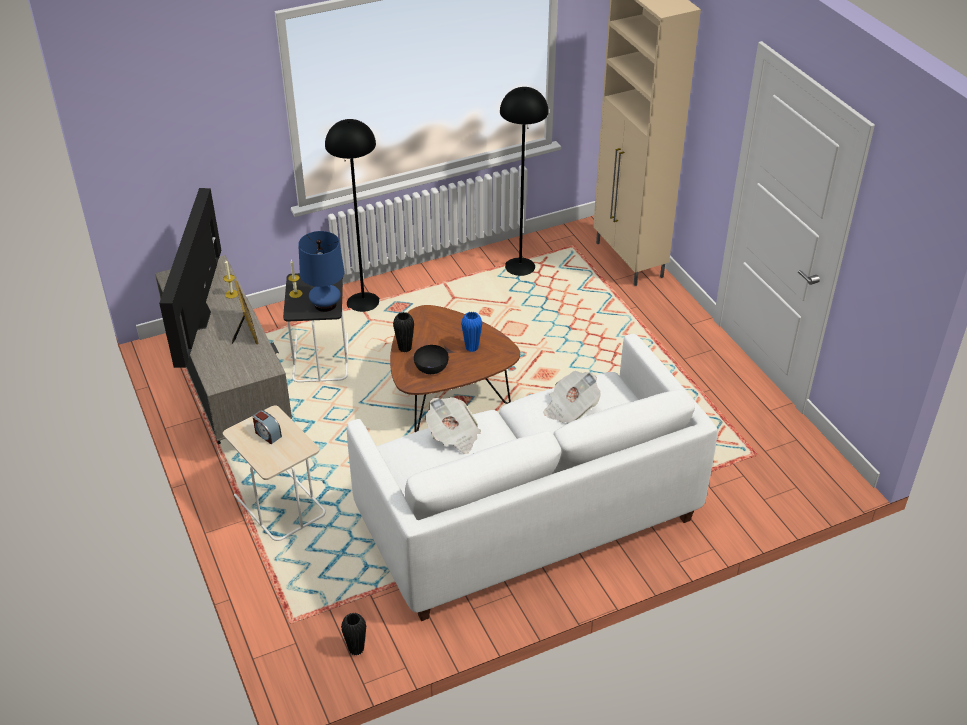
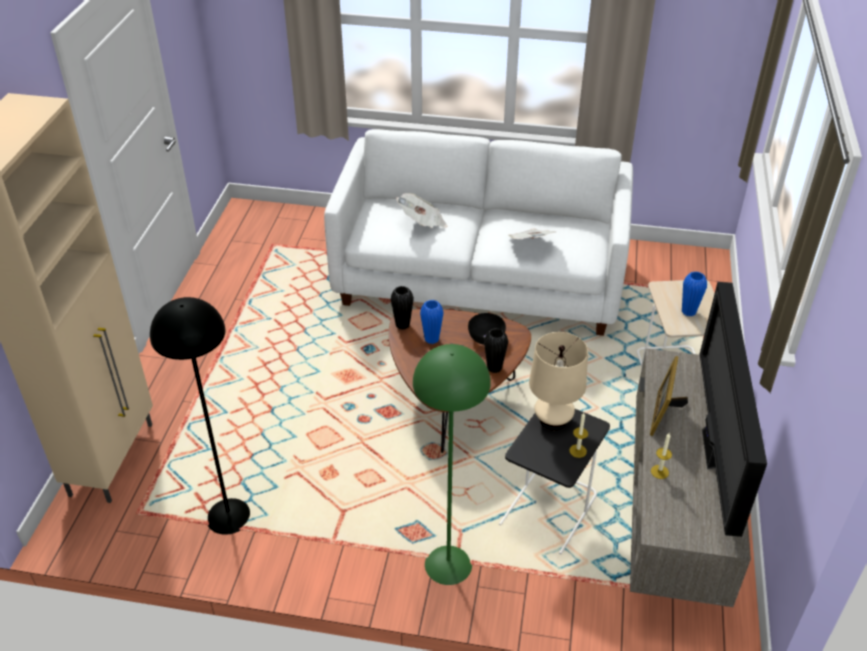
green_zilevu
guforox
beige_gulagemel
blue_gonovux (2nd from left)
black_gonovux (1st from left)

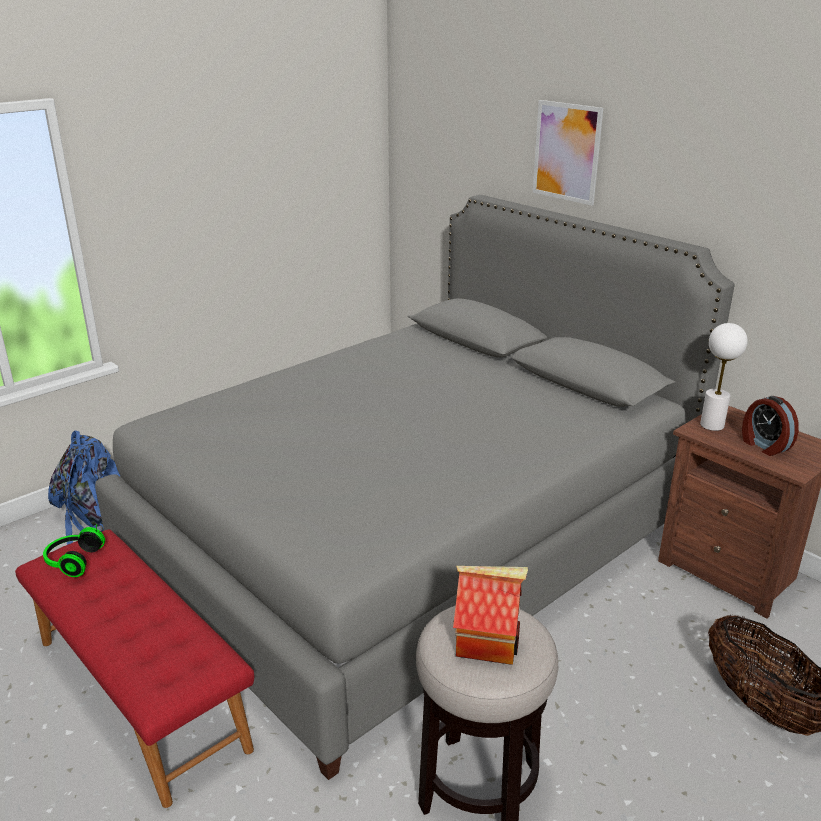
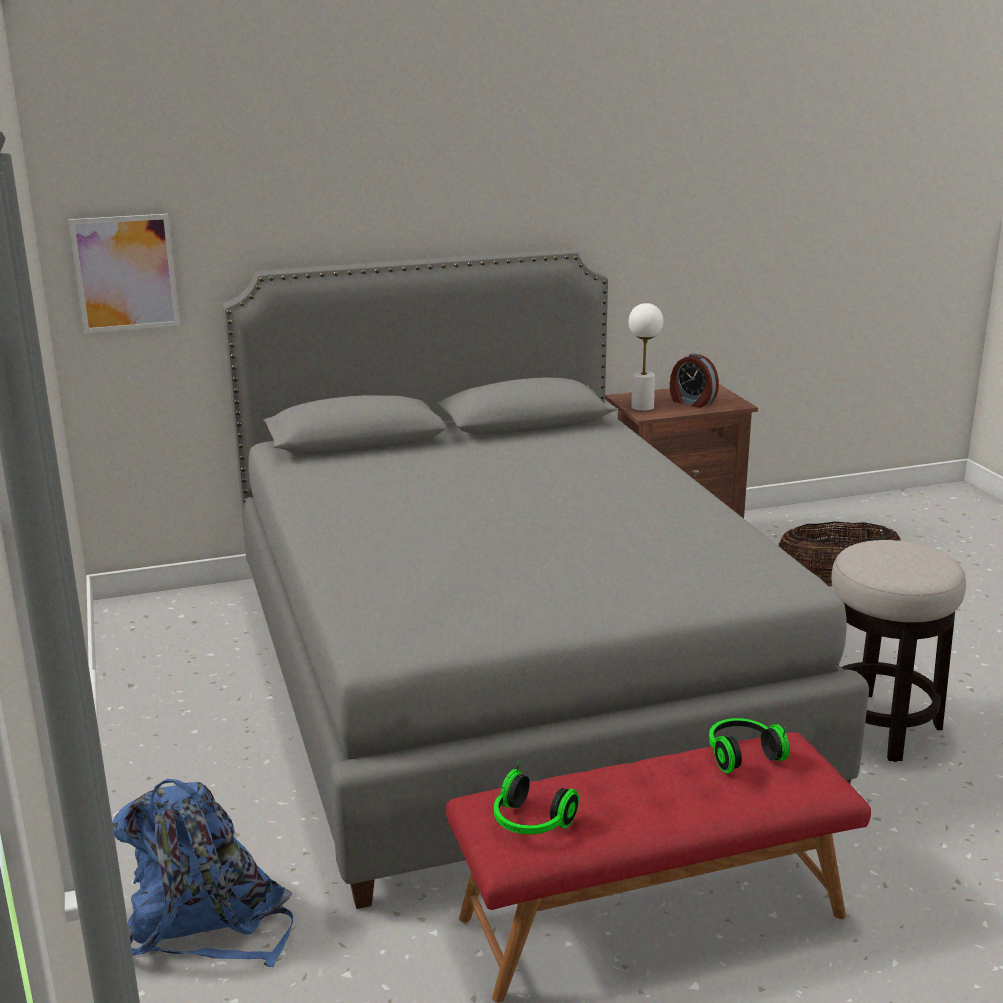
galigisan
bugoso
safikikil
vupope (2nd from left)

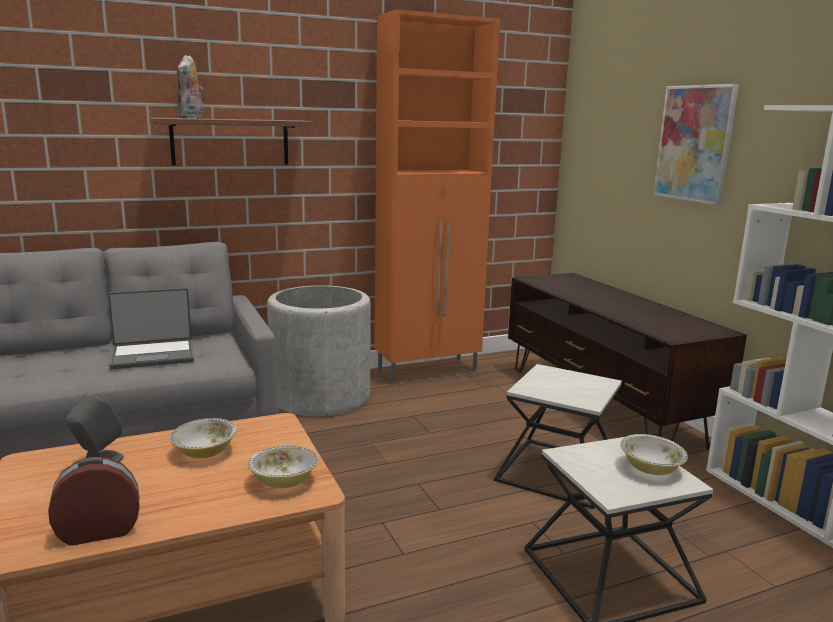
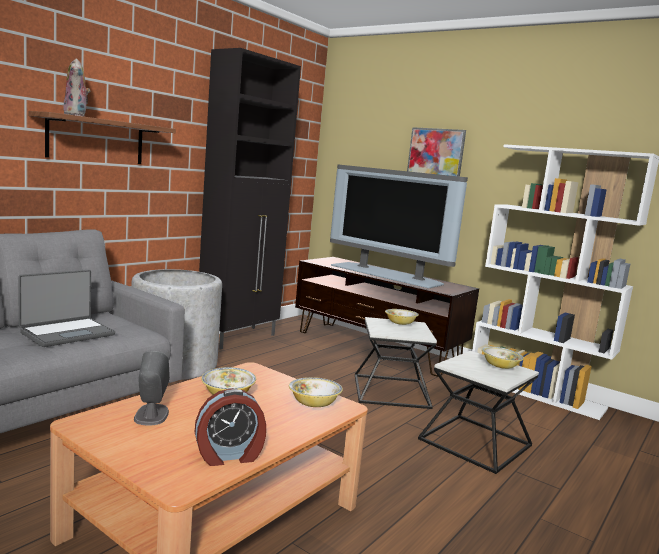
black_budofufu
bugoso
guforox
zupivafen (3rd from left)

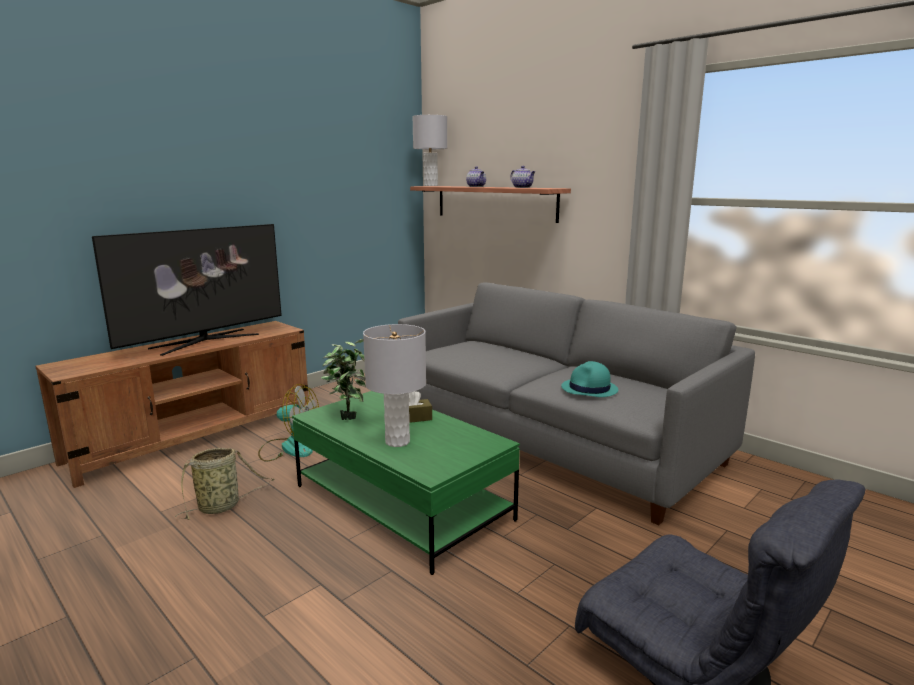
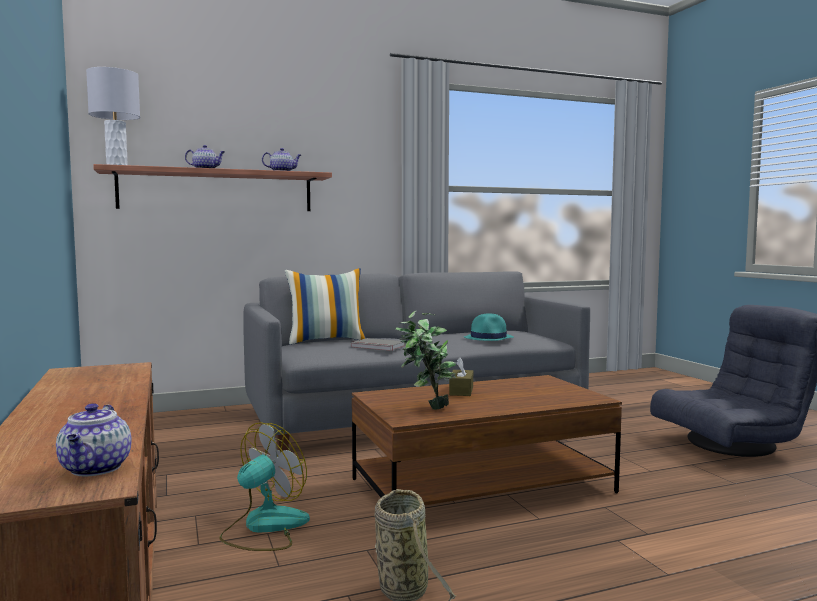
guforox
grey_gulagemel (1st from left in the first image)
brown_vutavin
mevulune
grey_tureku
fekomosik (1st from left)

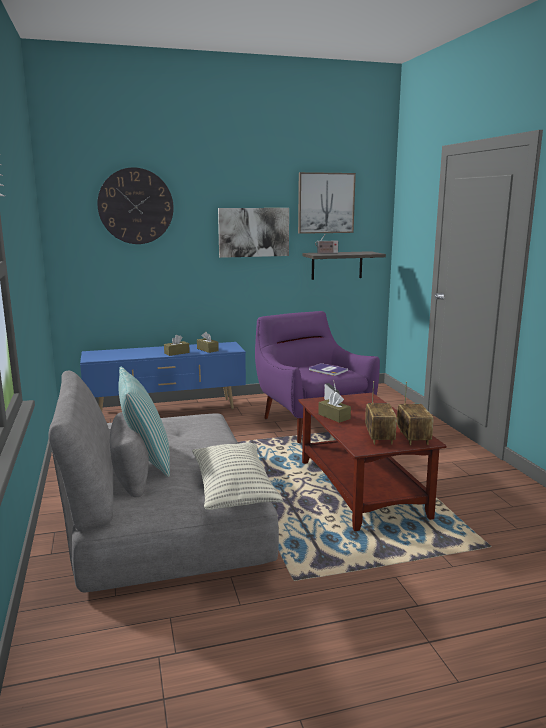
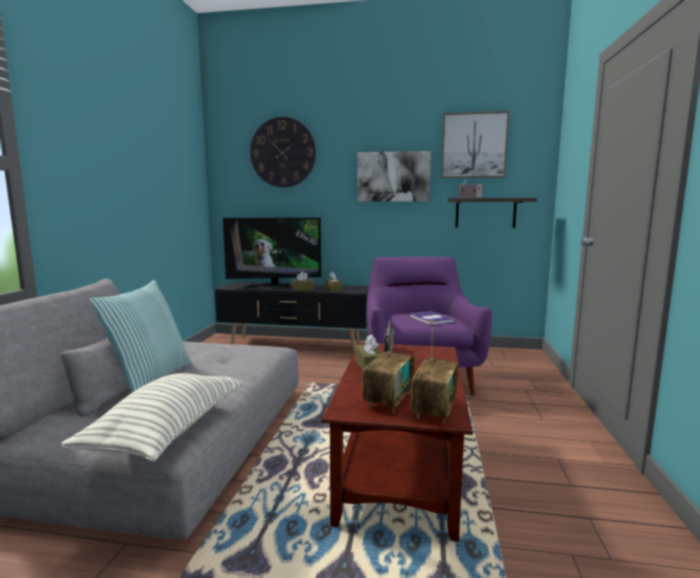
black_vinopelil
guforox

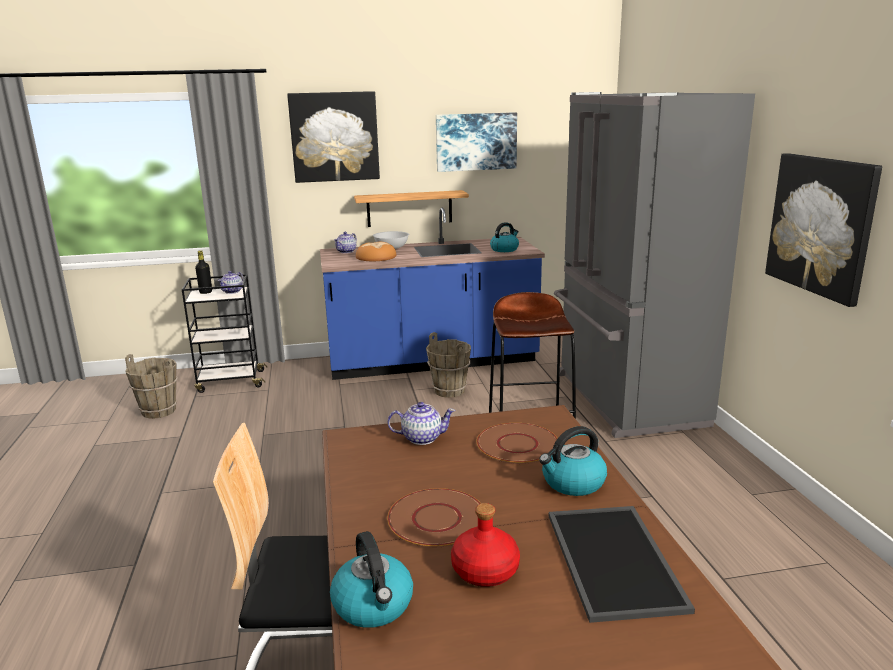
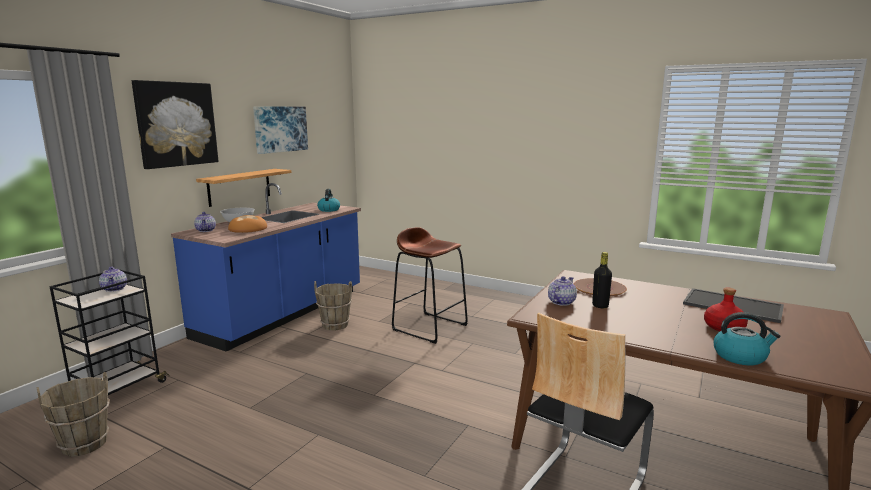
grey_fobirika
galigisan (3rd from left in the first image)
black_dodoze
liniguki (3rd from left in the first image)
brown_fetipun (1st from left in the first image)

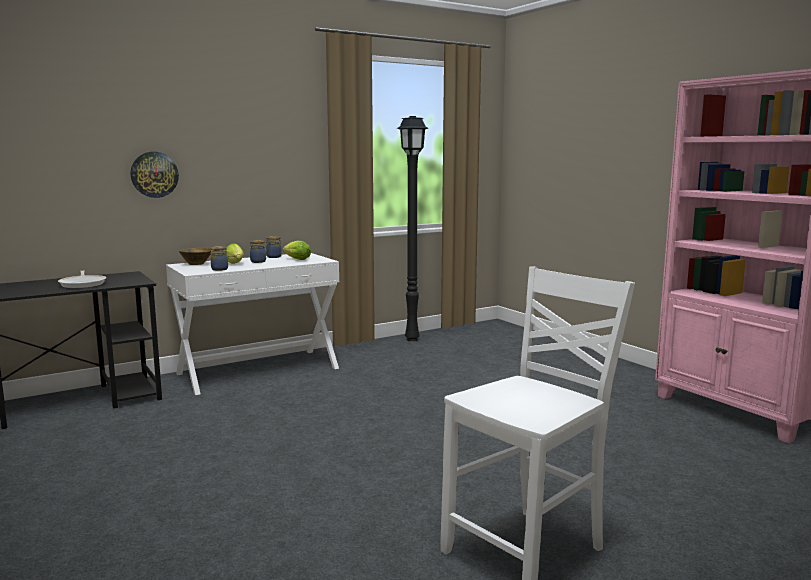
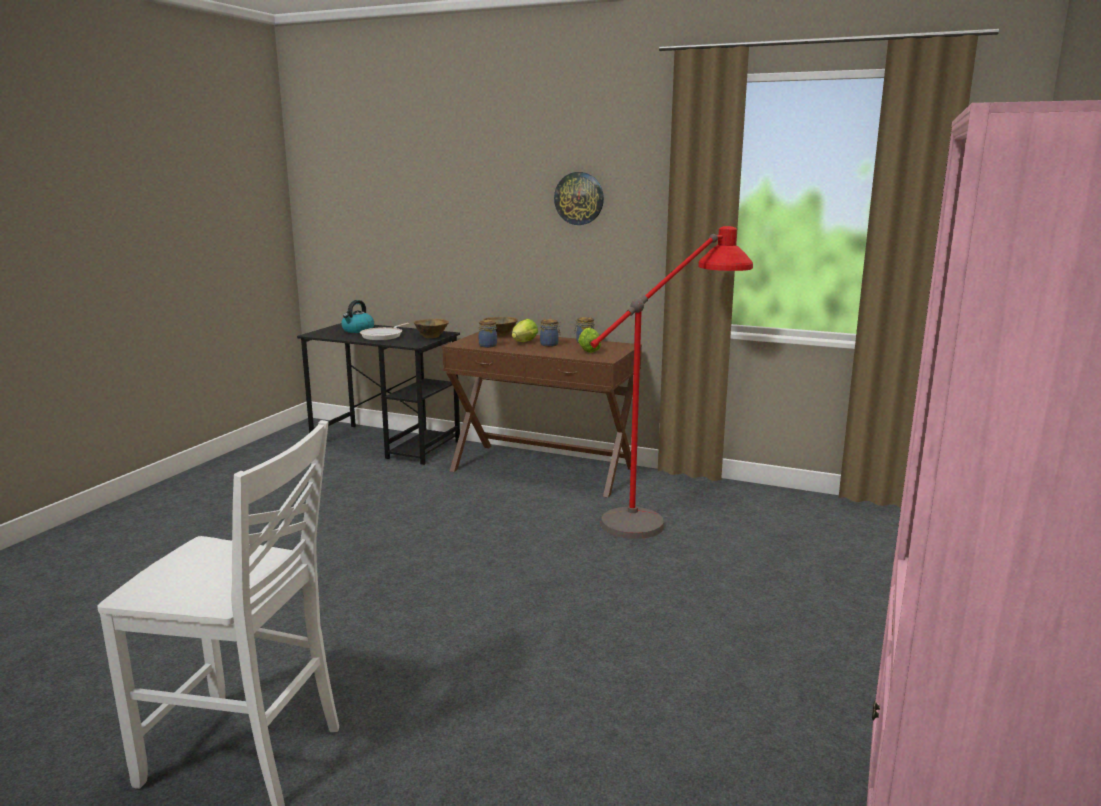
black_zilevu
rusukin
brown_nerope
red_zilevu
liniguki
brown_zupivafen (1st from left)

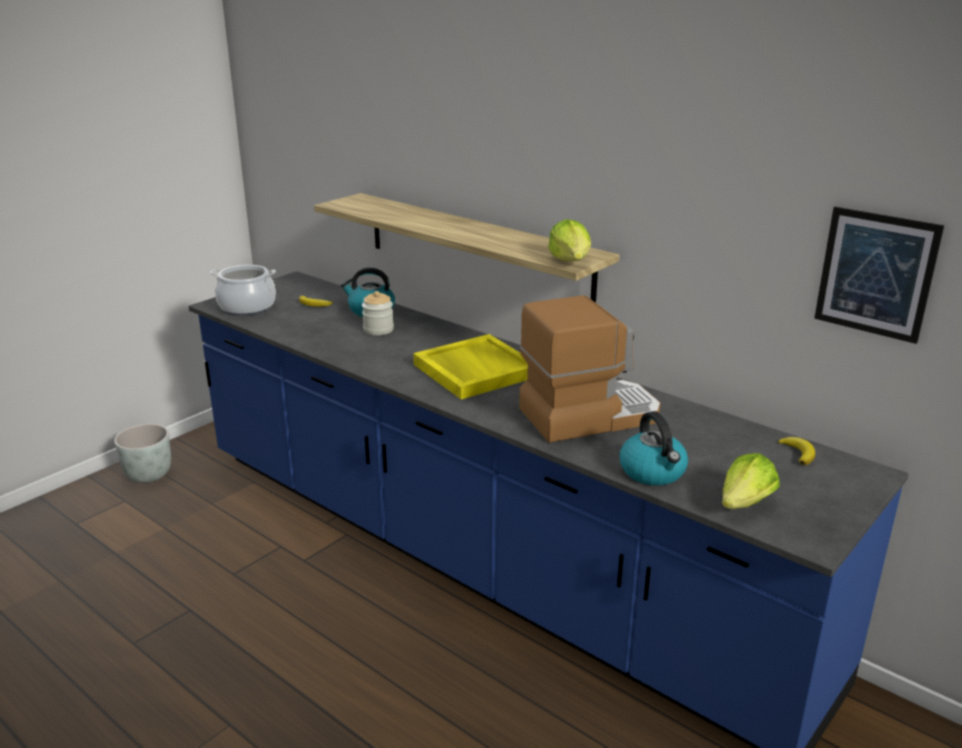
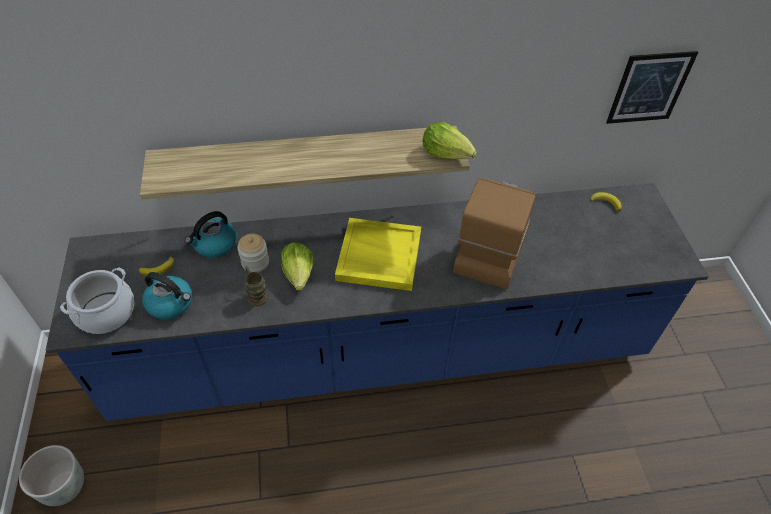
liniguki (1st from left)
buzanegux (1st from left)
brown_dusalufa

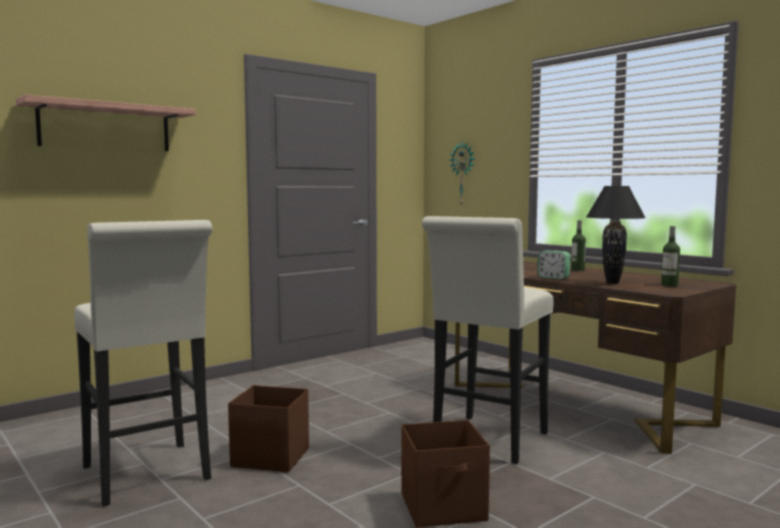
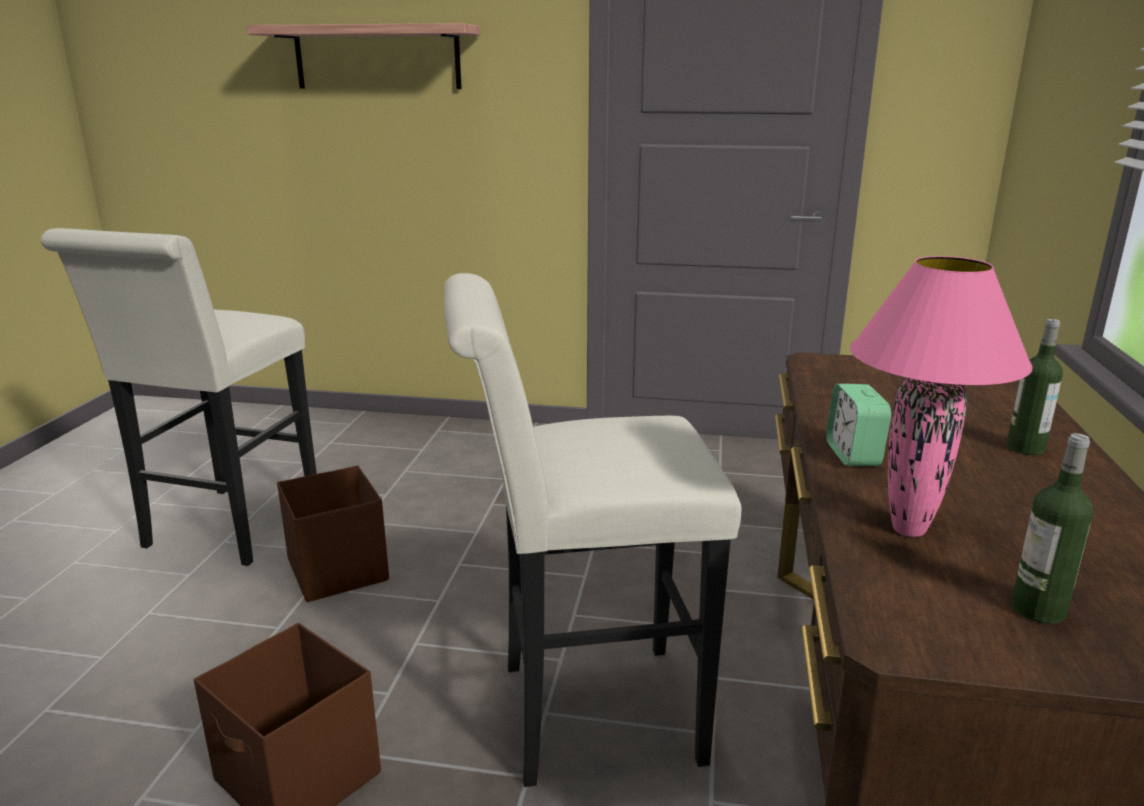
rusukin
pink_gulagemel

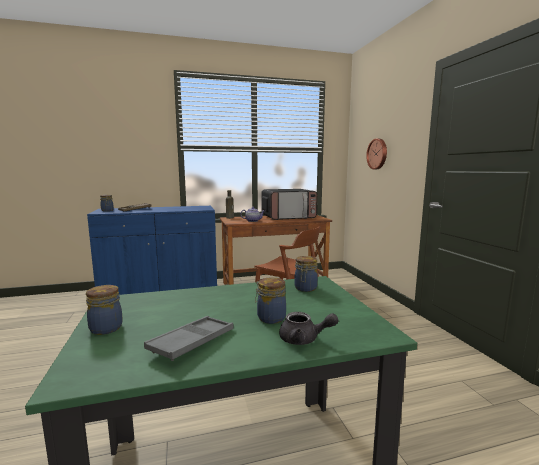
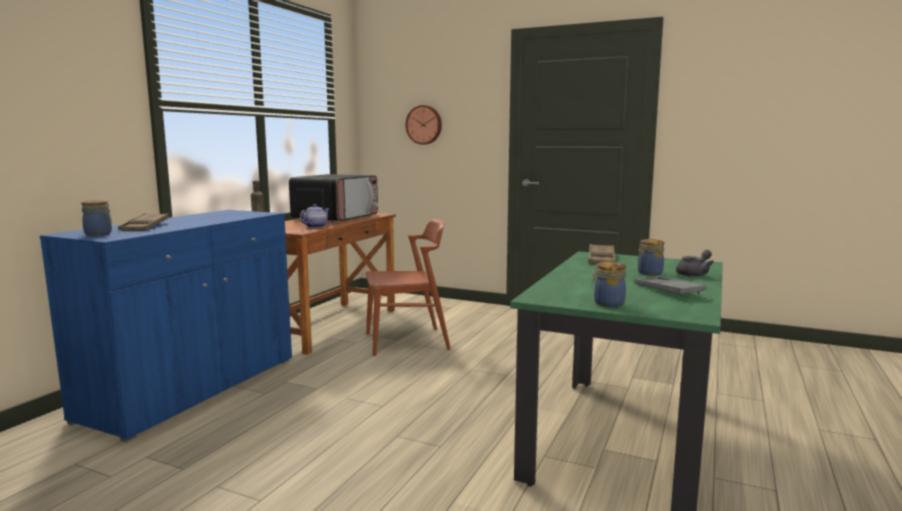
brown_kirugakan (2nd from left)

